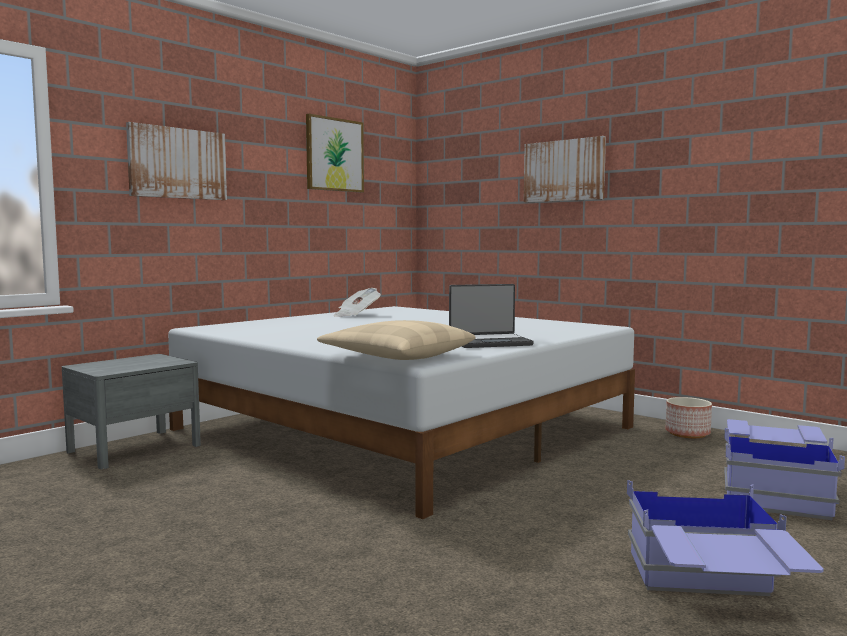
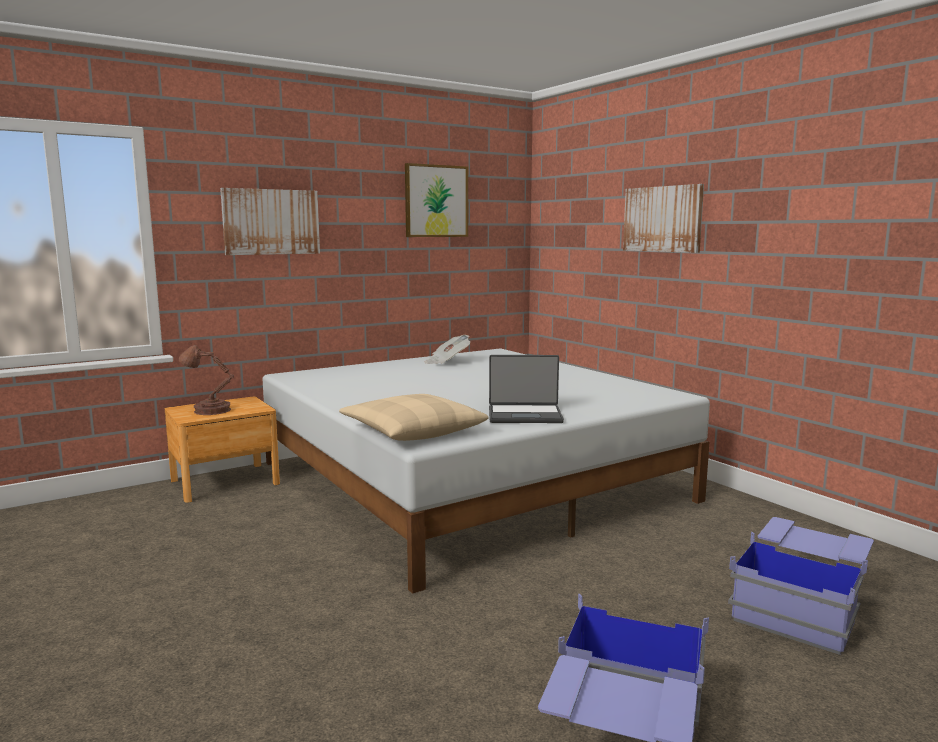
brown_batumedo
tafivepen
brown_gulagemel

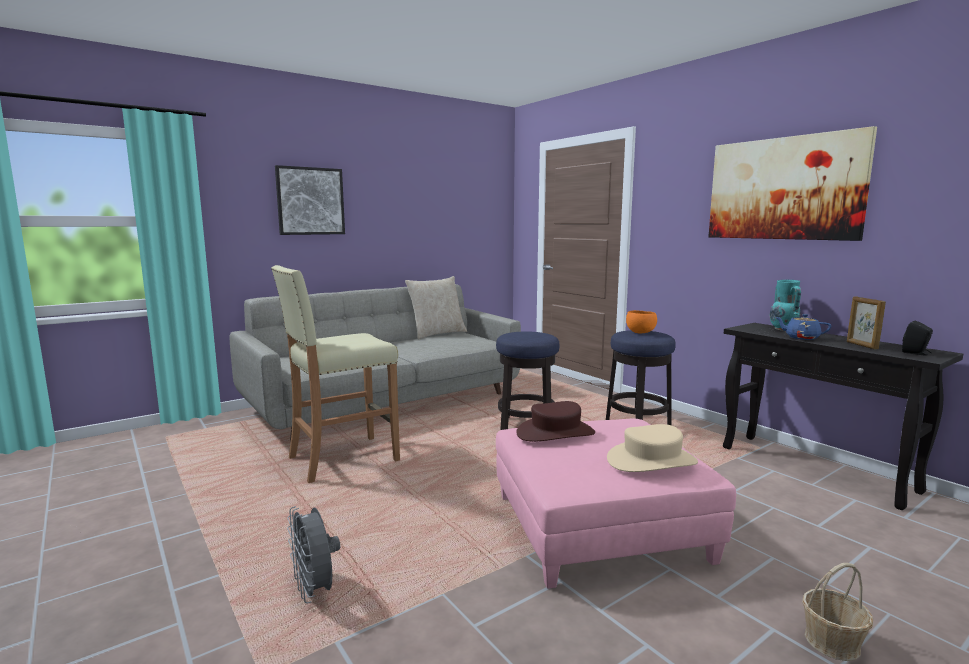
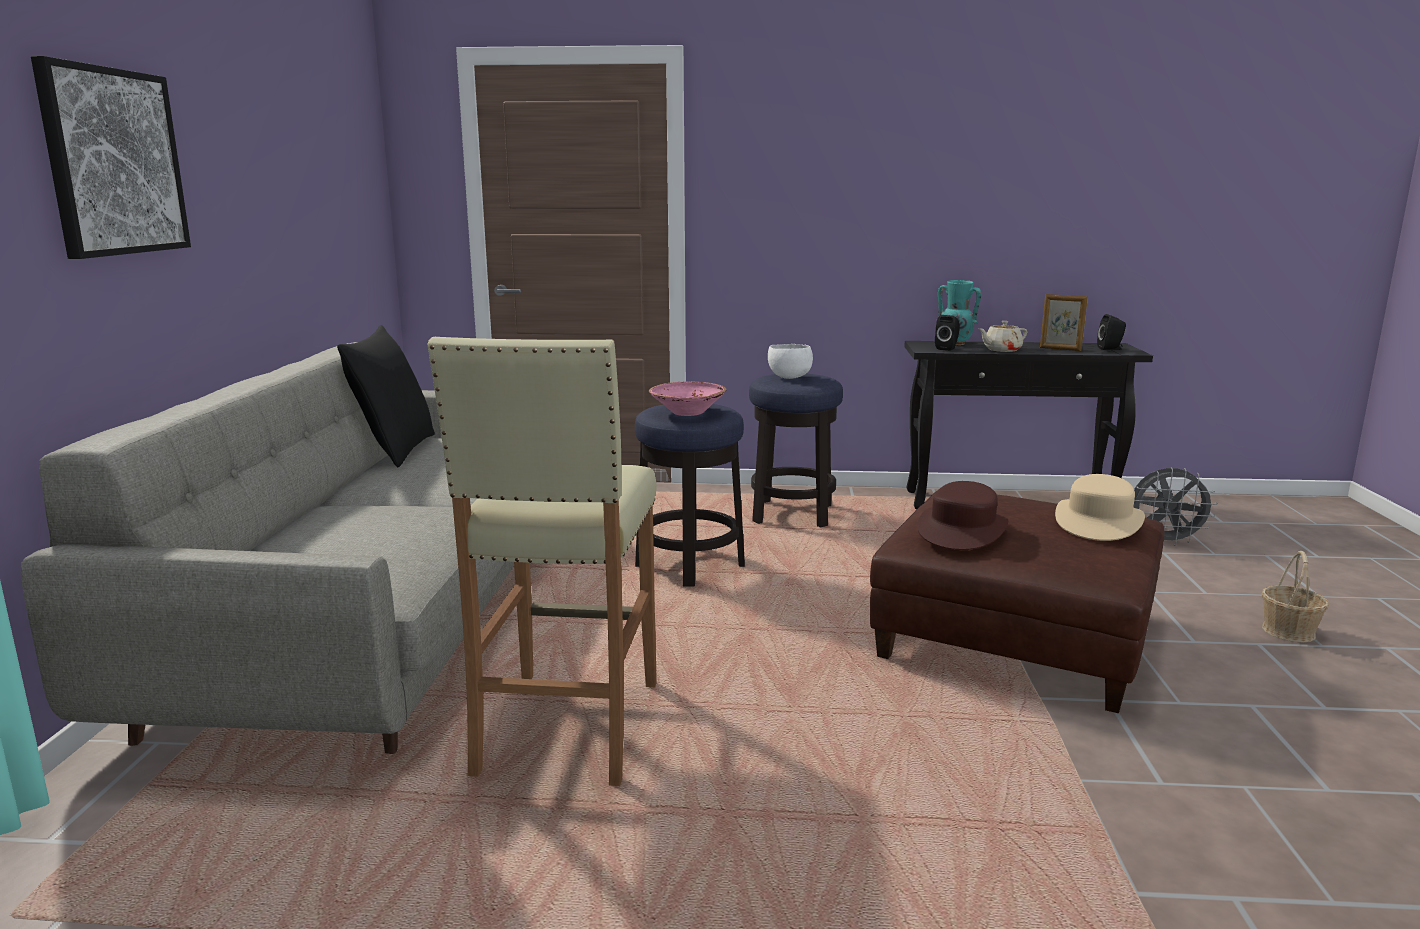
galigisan (2nd from left in the first image)
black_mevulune
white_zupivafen
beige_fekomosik
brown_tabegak
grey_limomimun
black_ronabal (1st from left)
pink_zupivafen

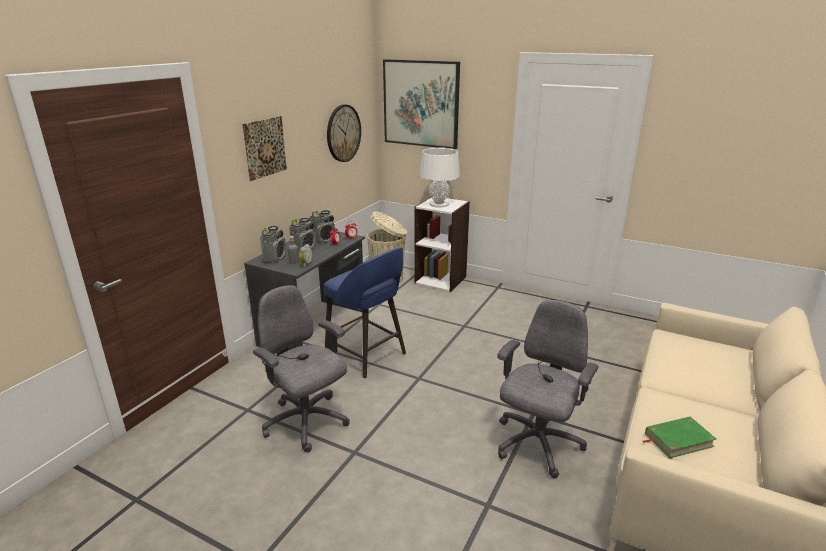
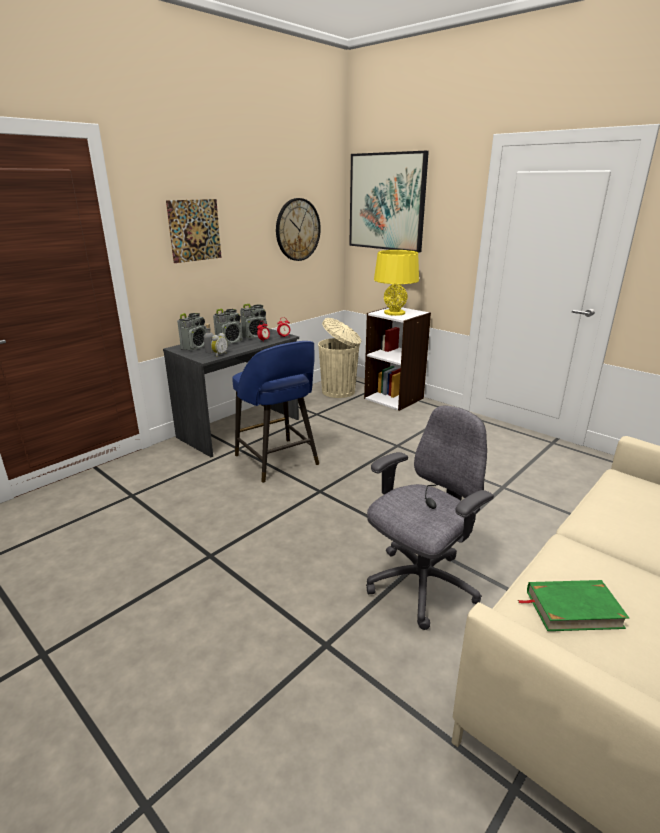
yellow_gulagemel
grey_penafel (1st from left in the first image)

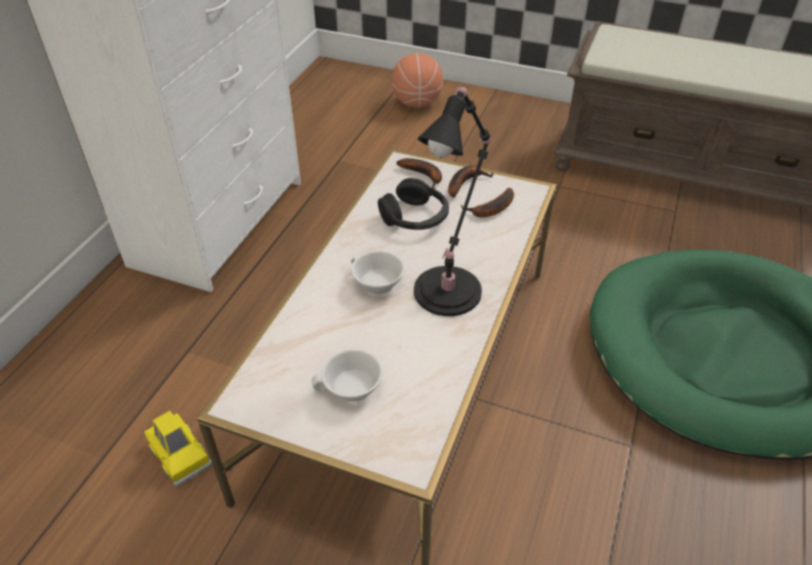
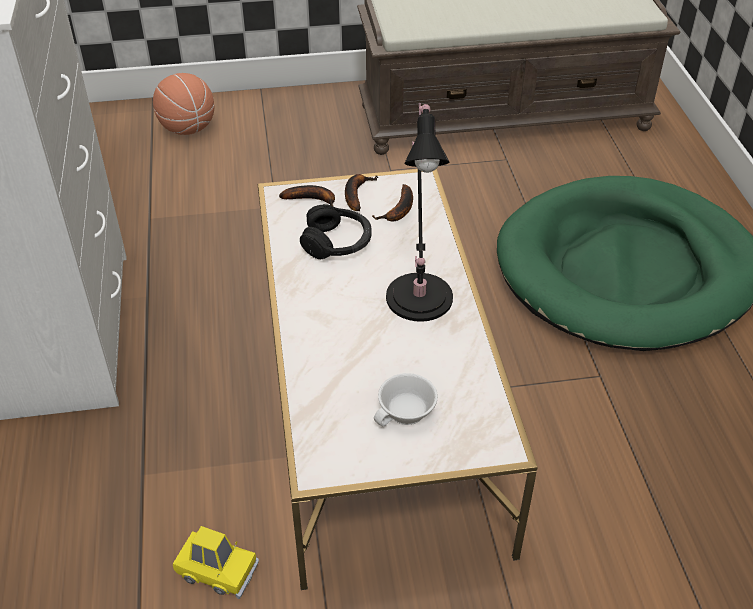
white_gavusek (2nd from left in the first image)

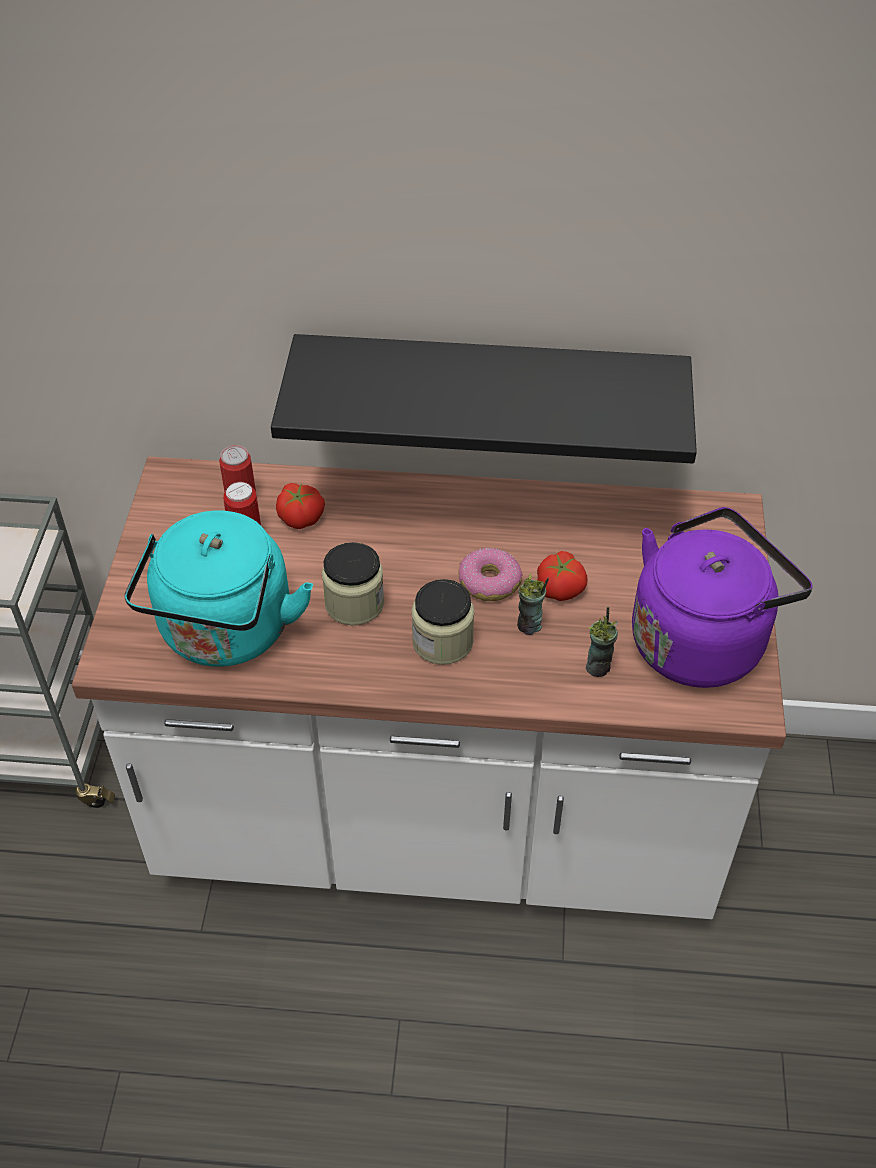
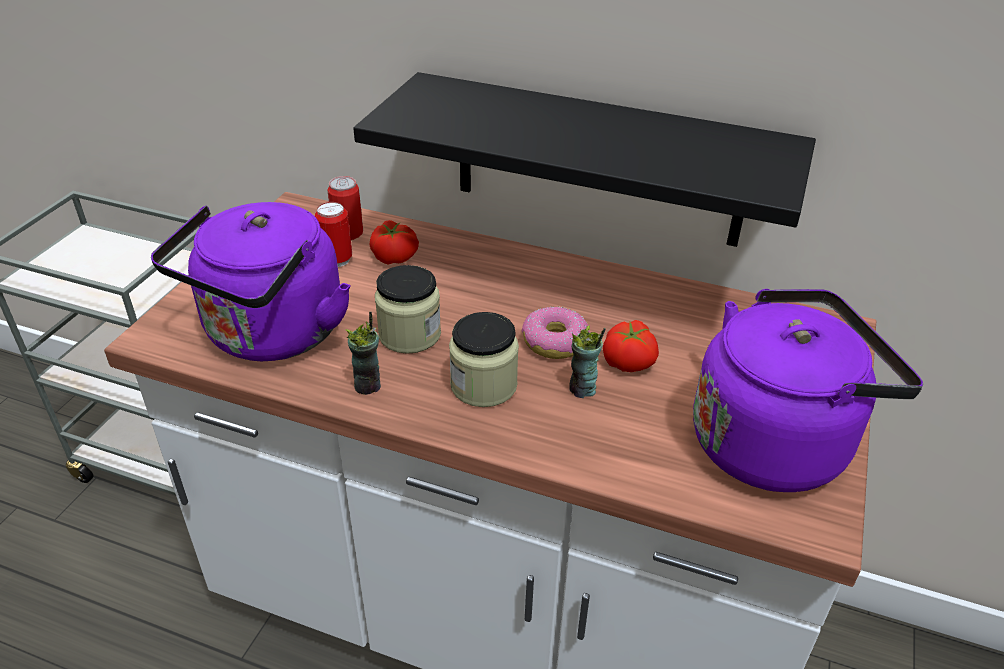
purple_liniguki (1st from left)
gavusek (1st from left)

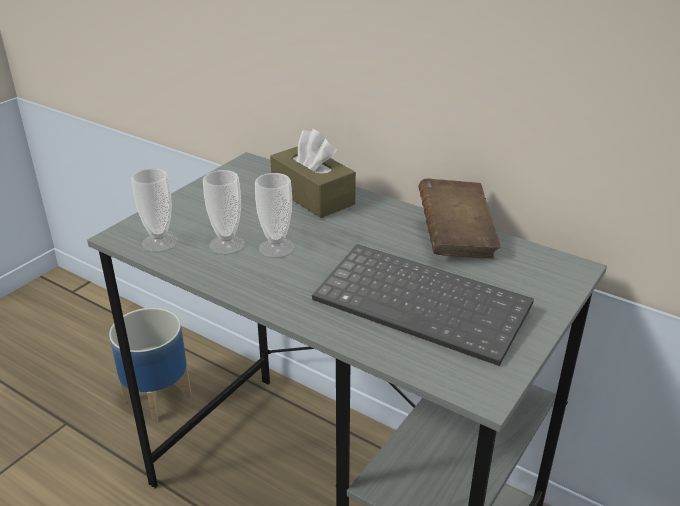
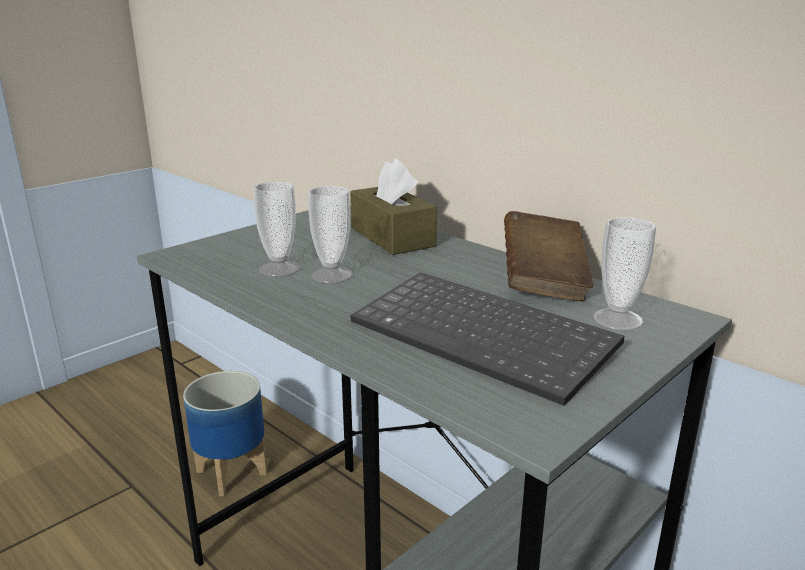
gavusek (3rd from left)

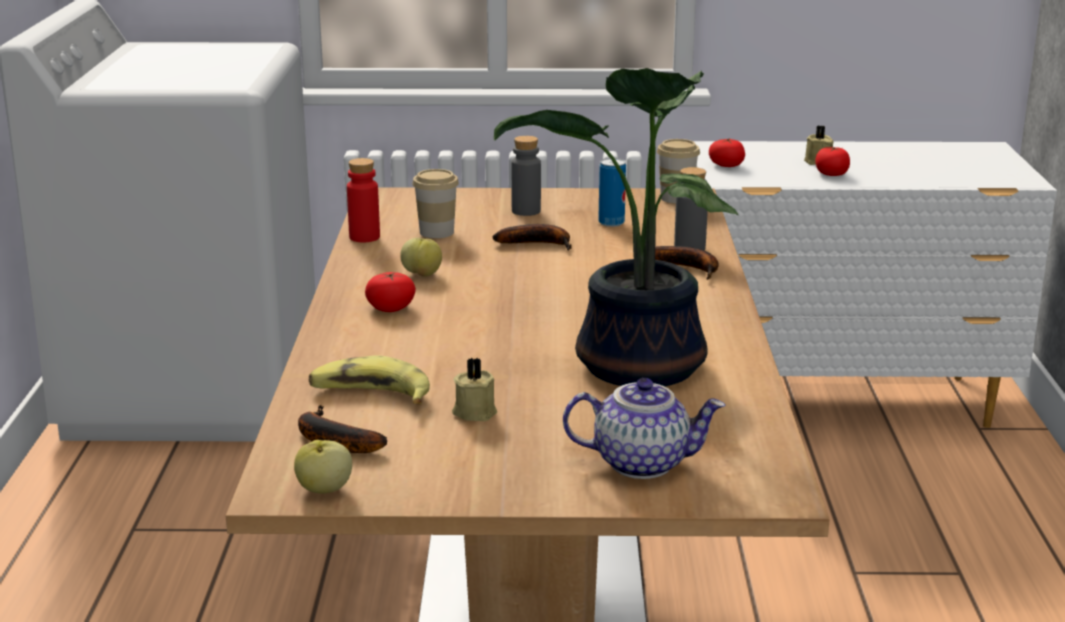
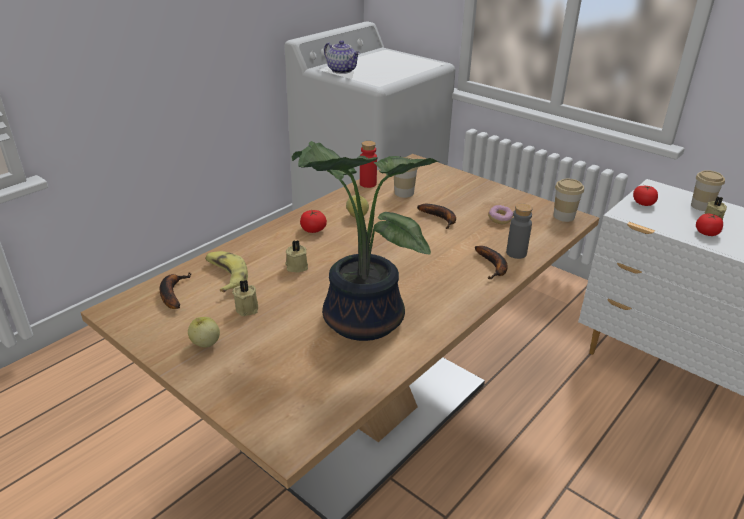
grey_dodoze (1st from left in the first image)
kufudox
fekomosik
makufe (1st from left)
gavusek (3rd from left)
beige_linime (2nd from left)

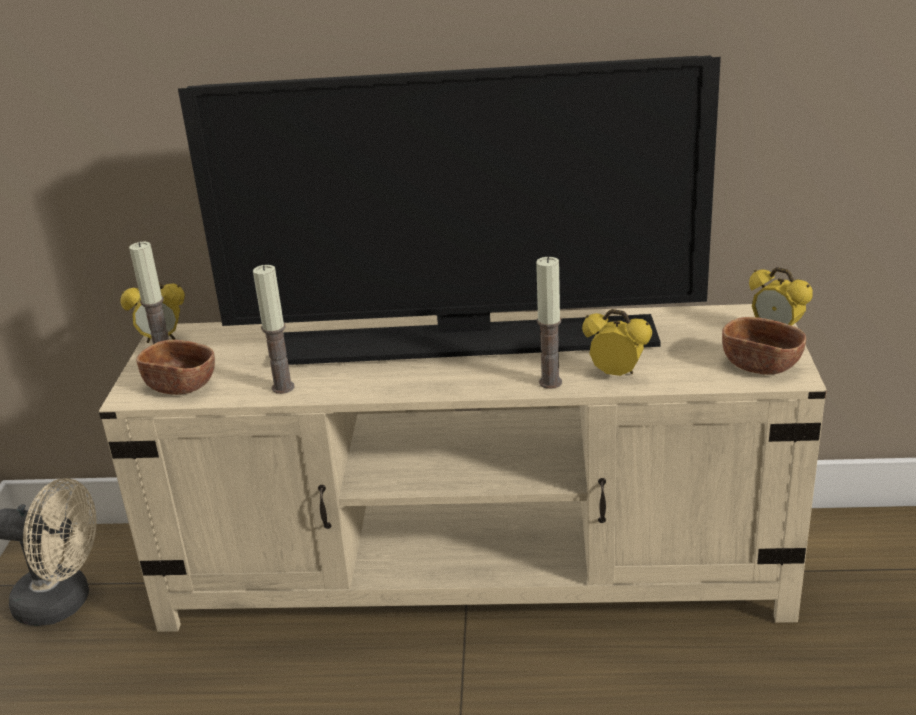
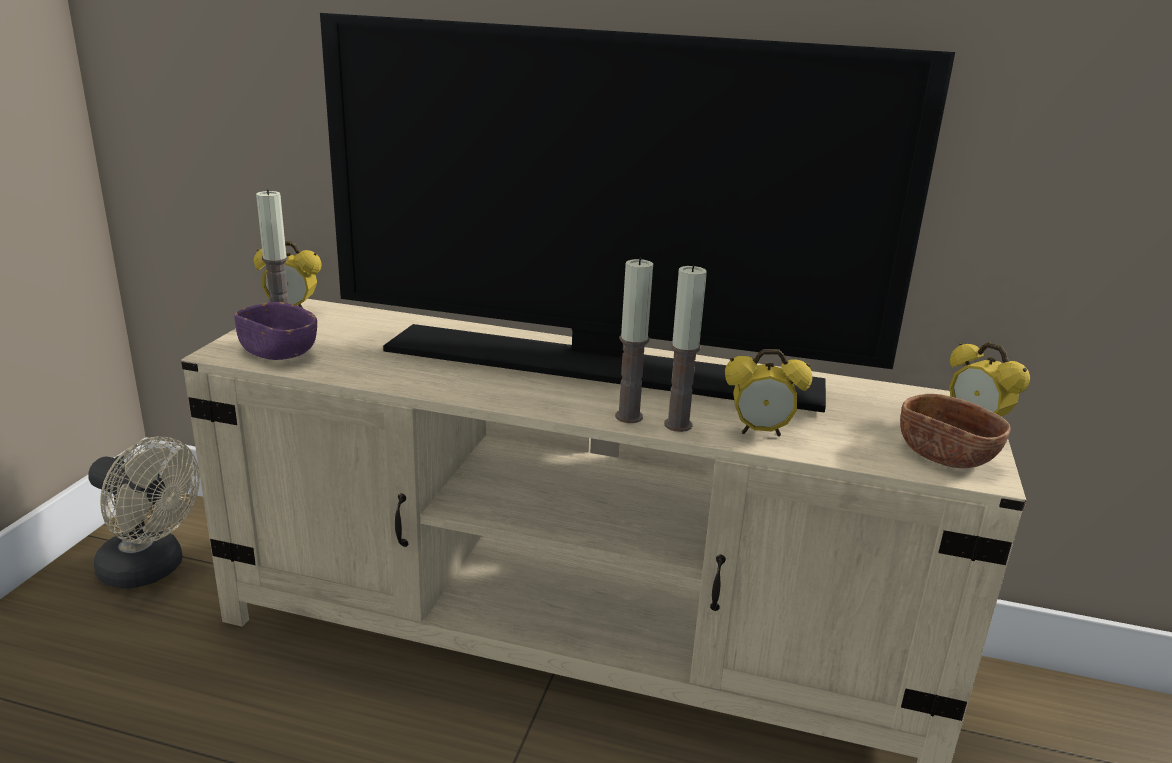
linime (2nd from left)
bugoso (2nd from left)
purple_zupivafen

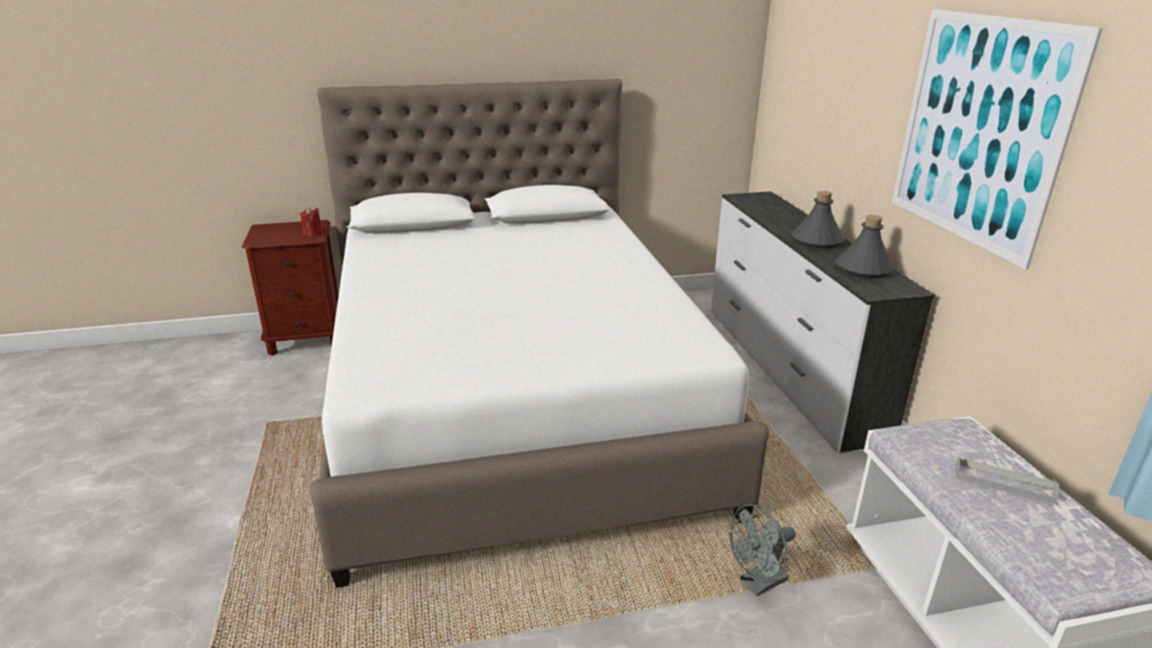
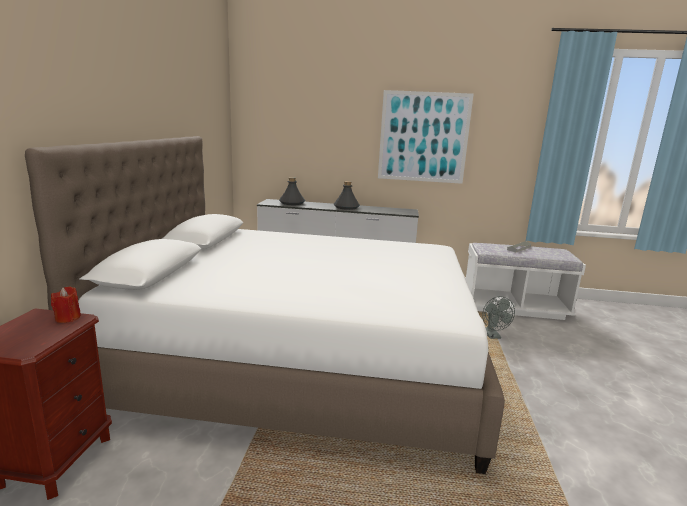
grey_dodoze (1st from left)

